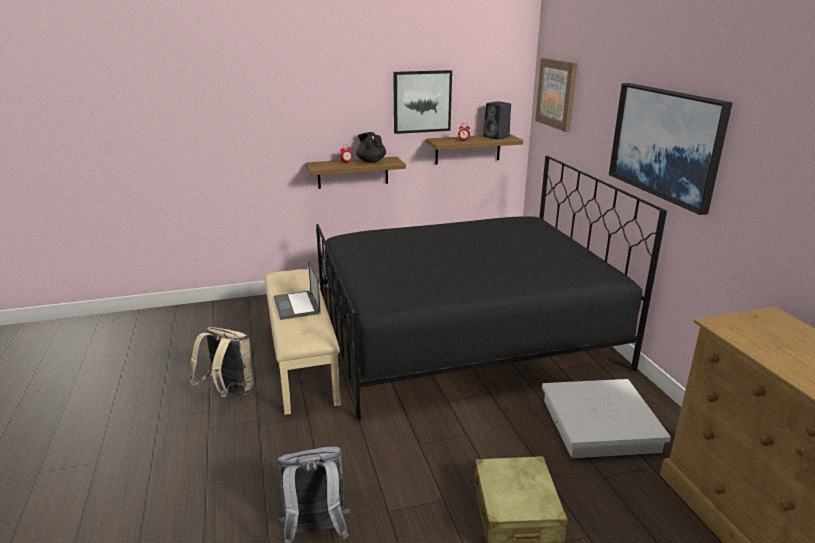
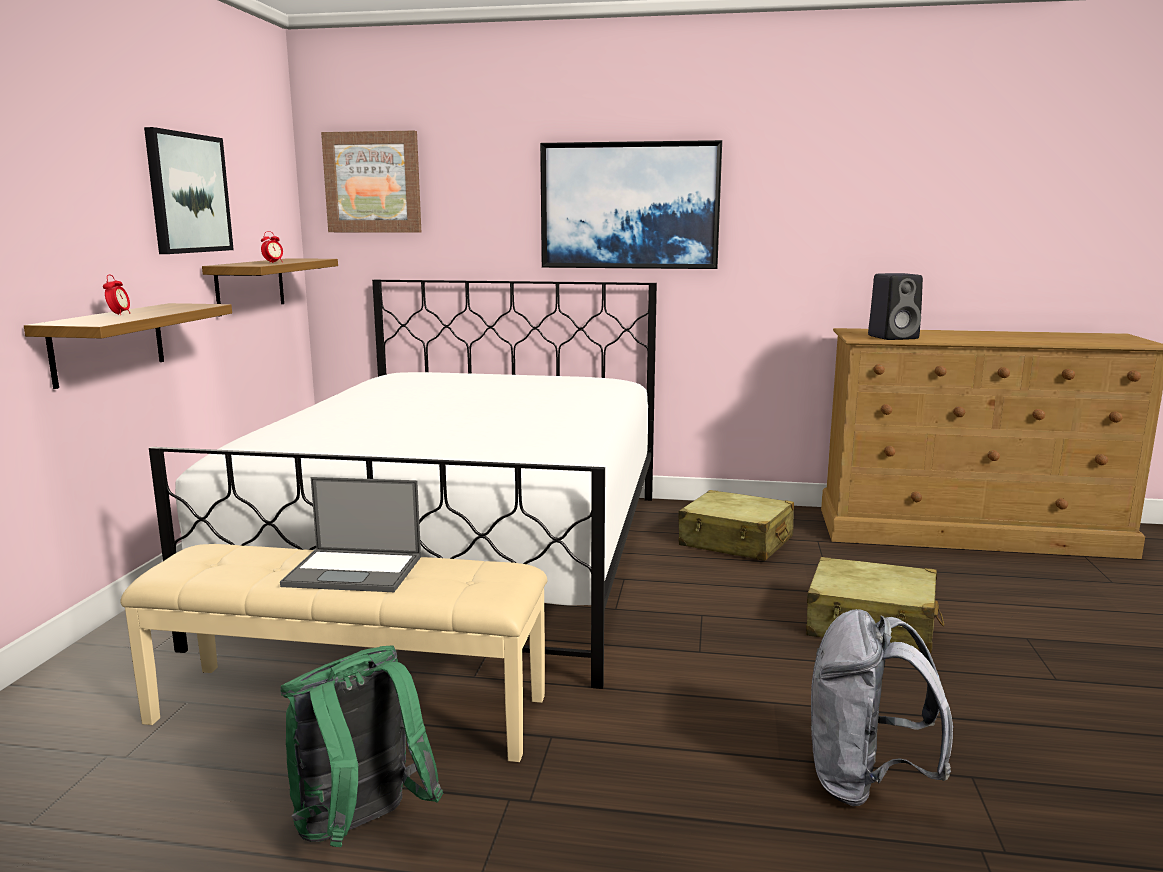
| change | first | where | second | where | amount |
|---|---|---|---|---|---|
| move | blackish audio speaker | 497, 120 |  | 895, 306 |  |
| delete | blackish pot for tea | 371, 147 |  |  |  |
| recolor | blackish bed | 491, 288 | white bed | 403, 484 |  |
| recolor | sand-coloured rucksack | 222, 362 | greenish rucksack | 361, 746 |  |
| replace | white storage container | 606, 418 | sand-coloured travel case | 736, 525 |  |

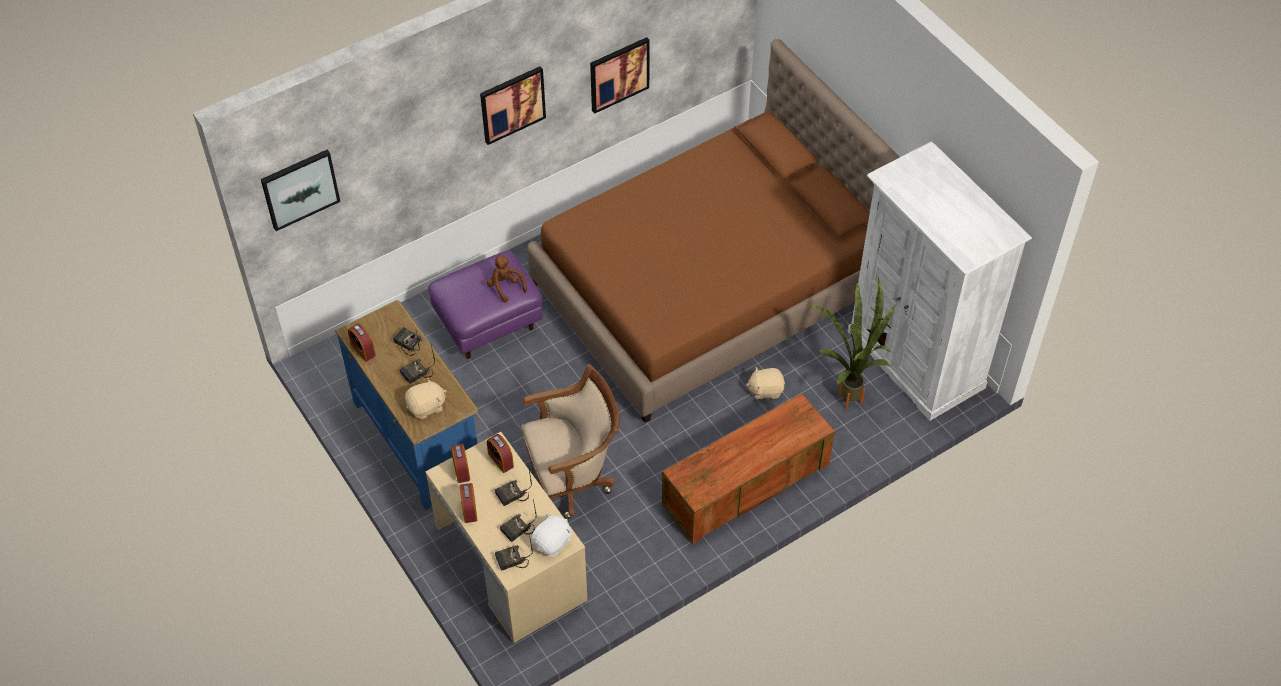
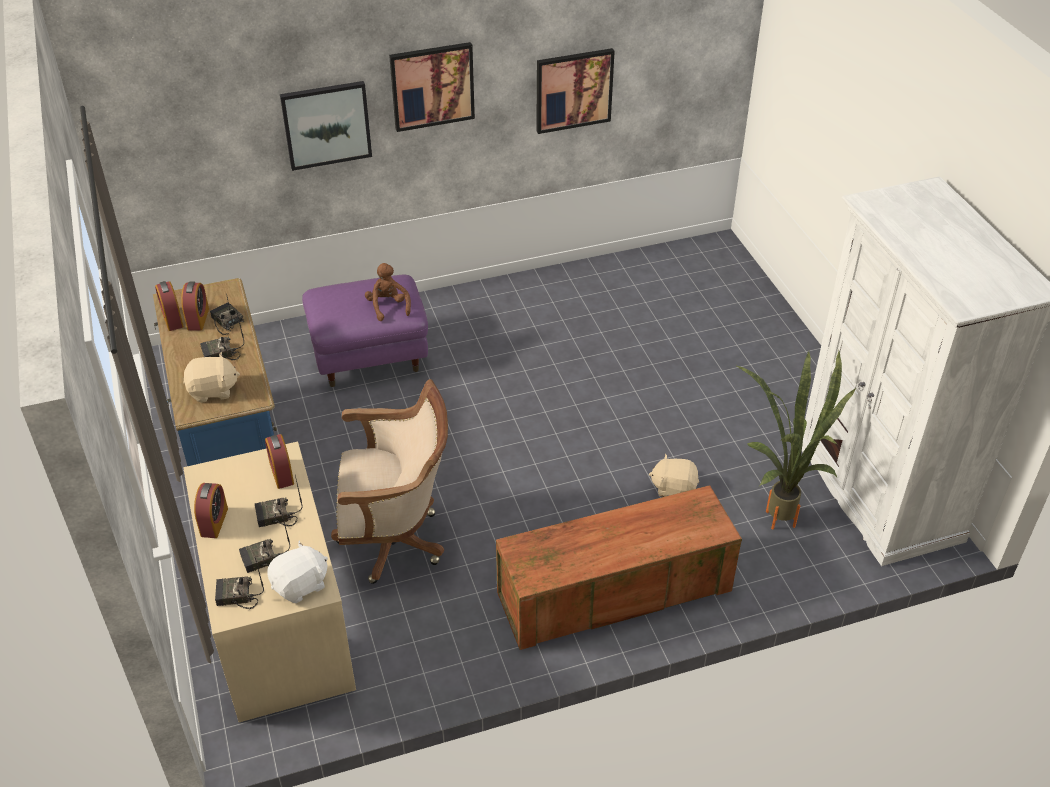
| change | first | where | second | where | amount |
|---|---|---|---|---|---|
| delete | brownish bed | 713, 231 |  |  |  |
| move | wall art | 300, 190 |  | 326, 126 |  |
| move | table clock | 460, 463 |  | 195, 306 |  |

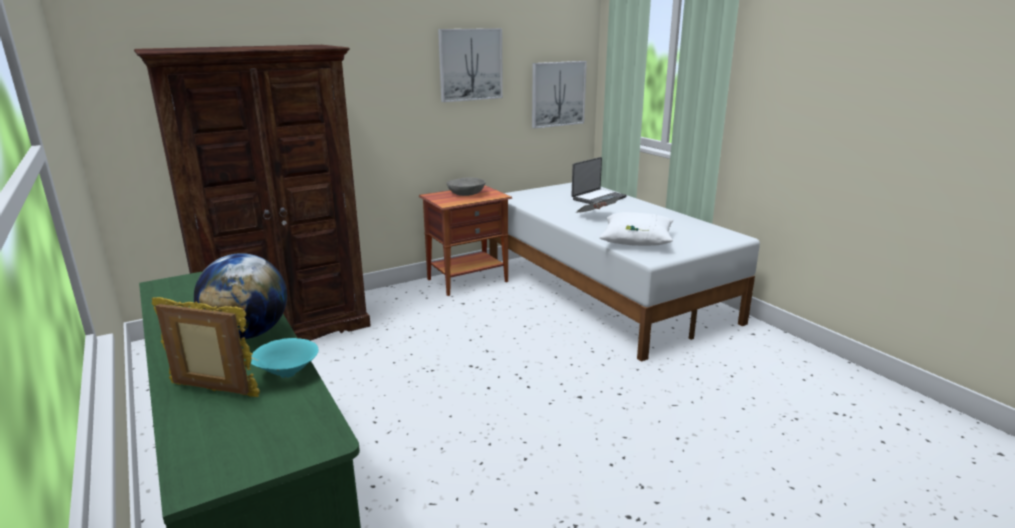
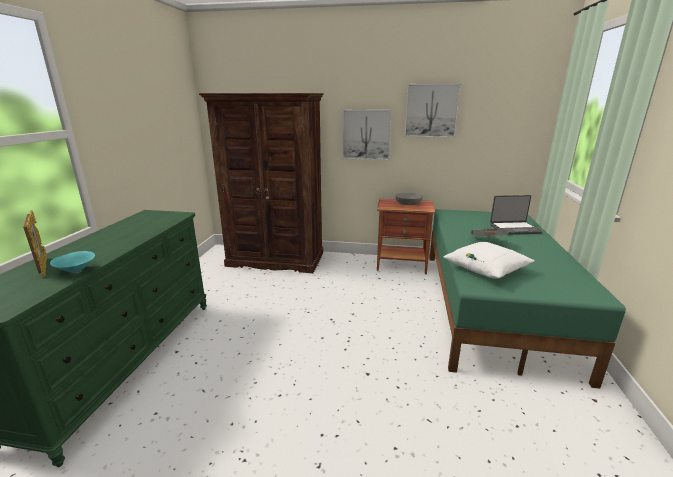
| change | first | where | second | where | amount |
|---|---|---|---|---|---|
| move | wall art | 559, 95 |  | 367, 135 |  |
| recolor | white bed | 624, 272 | greenish bed | 527, 299 |  |
| delete | globe | 240, 296 |  |  |  |

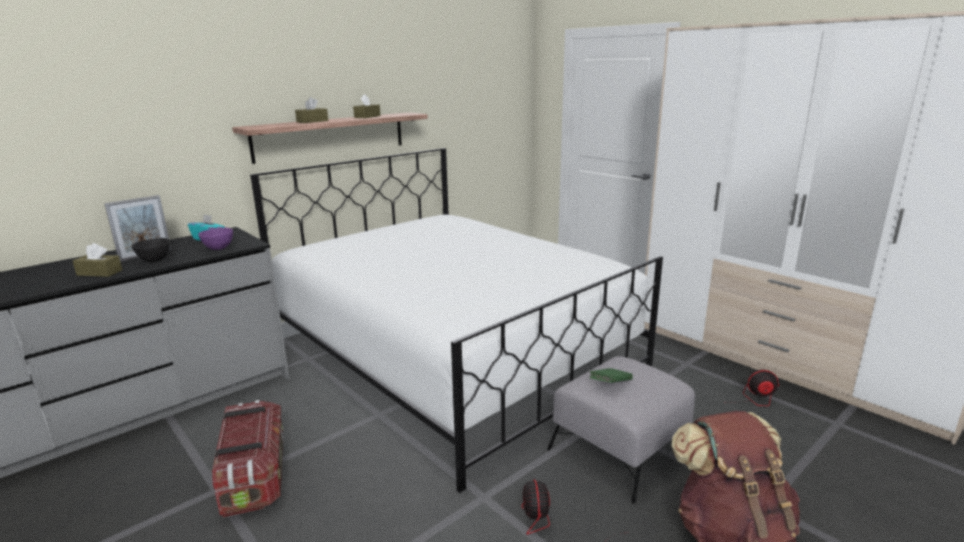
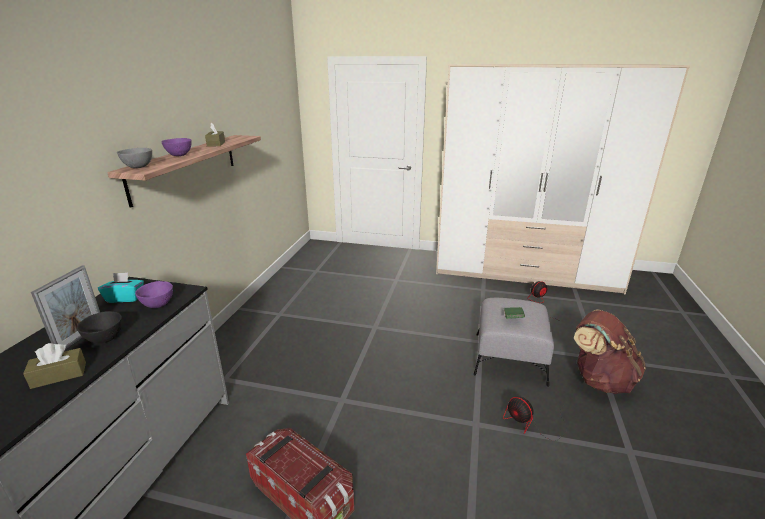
| change | first | where | second | where | amount |
|---|---|---|---|---|---|
| replace | brownish tissue holder | 311, 110 | purple deep dish | 176, 147 |  |
| delete | white bed | 456, 320 |  |  |  |
| insert |  |  | grey deep dish | 134, 158 |  |

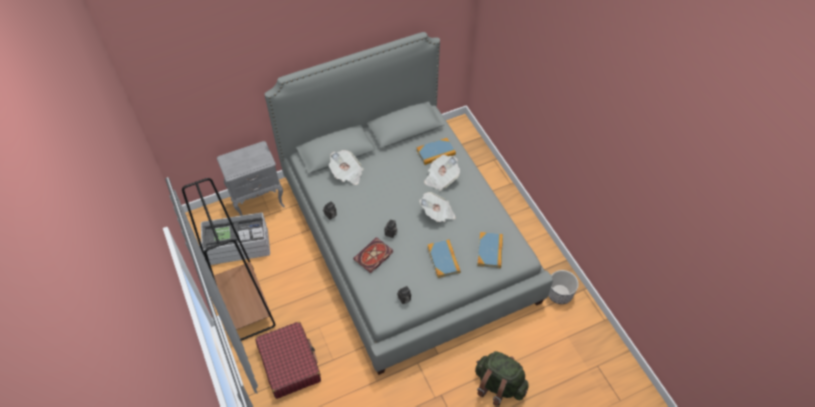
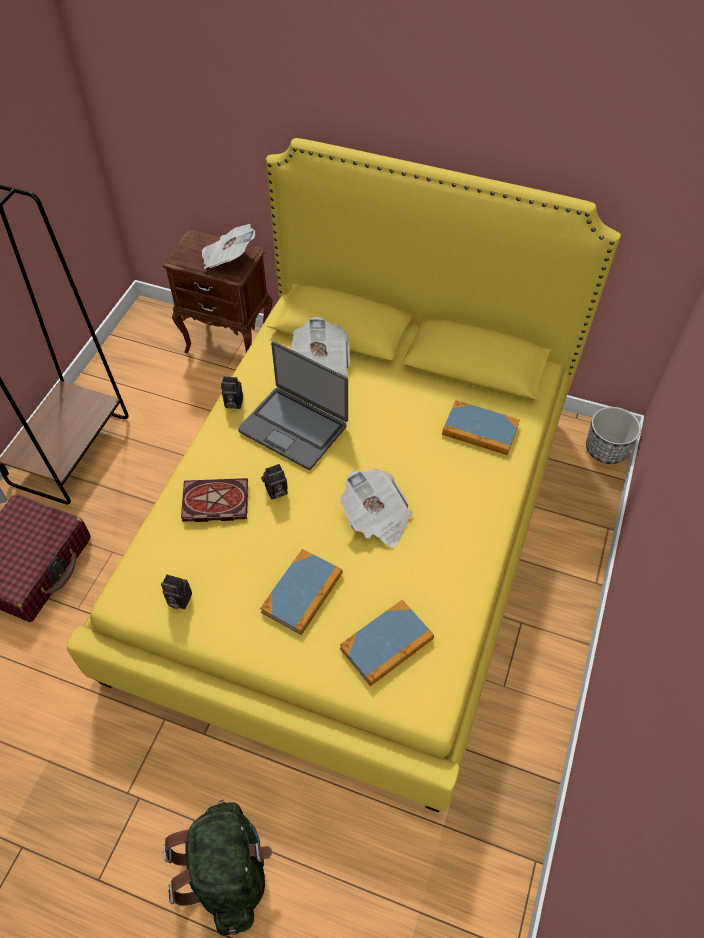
| change | first | where | second | where | amount |
|---|---|---|---|---|---|
| recolor | grey bed | 408, 203 | yellowish bed | 344, 475 |  |
| recolor | grey nightstand | 251, 178 | brownish nightstand | 217, 291 |  |
| move | newspaper | 442, 173 |  | 228, 246 |  |
| delete | grey storage container | 235, 238 |  |  |  |
| move | planter | 563, 287 |  | 613, 435 |  |
| insert |  |  | portable computer | 293, 405 |  |

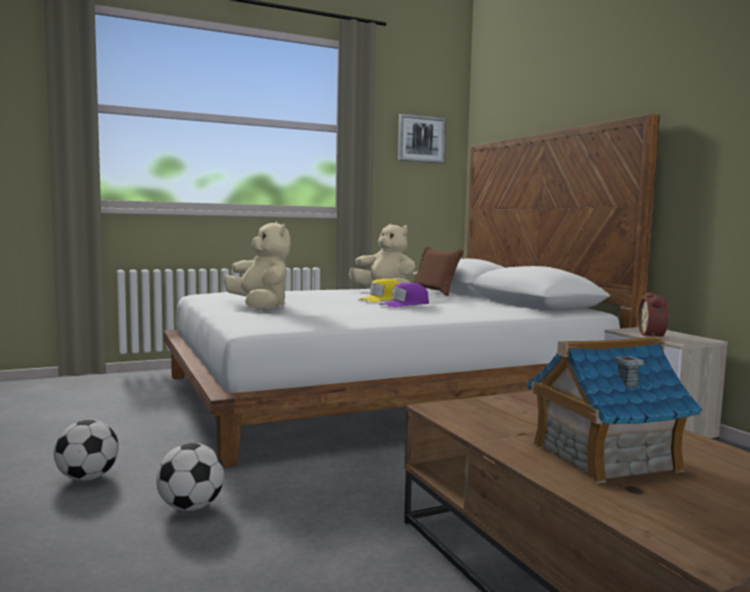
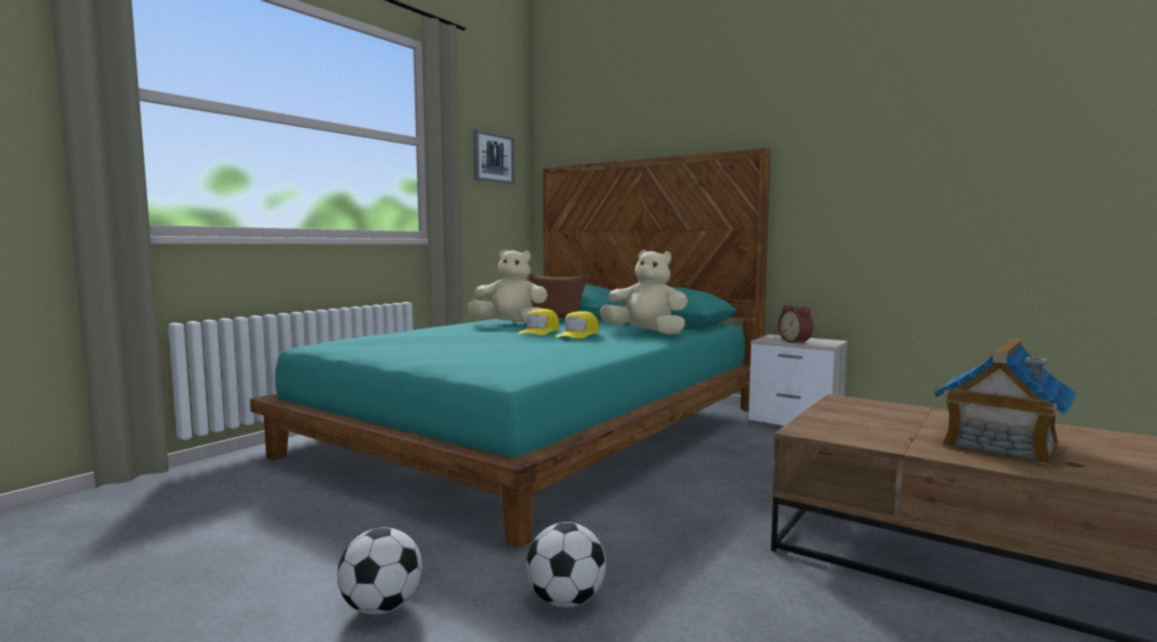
| change | first | where | second | where | amount |
|---|---|---|---|---|---|
| recolor | white bed | 412, 290 | turquoise-coloured bed | 510, 348 |  |
| move | sand-coloured soft toy | 257, 266 |  | 644, 292 |  |
| recolor | purple baseball cap | 404, 295 | yellowish baseball cap | 577, 325 |  |

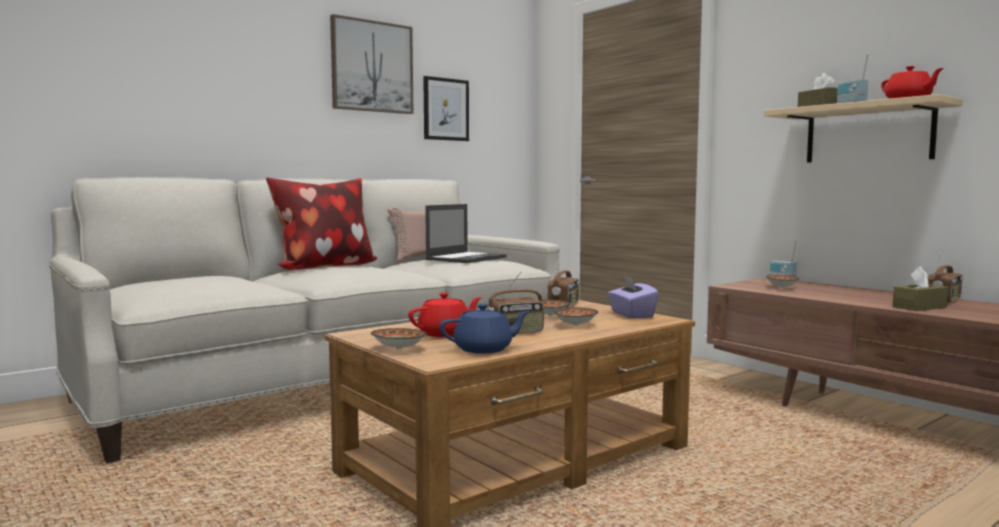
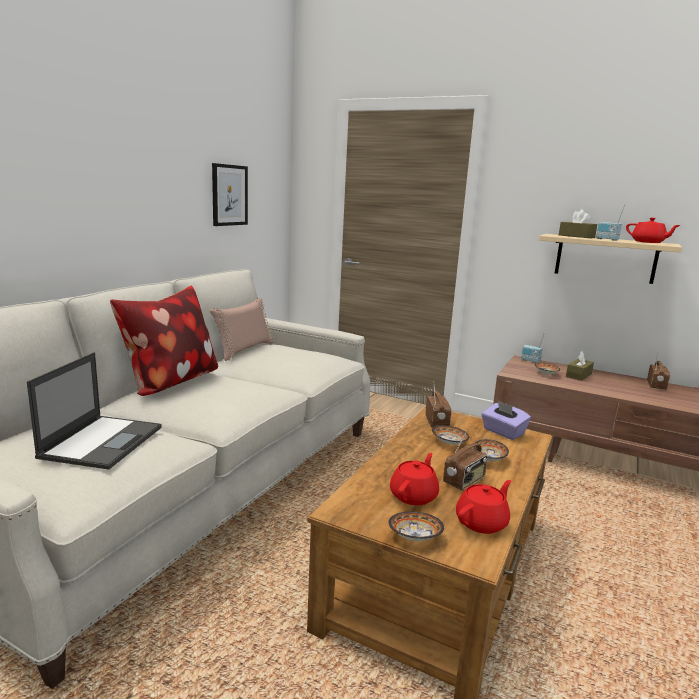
| change | first | where | second | where | amount |
|---|---|---|---|---|---|
| delete | wall art | 372, 64 |  |  |  |
| move | portable computer | 466, 233 |  | 94, 411 |  |
| move | brownish tissue holder | 920, 288 |  | 580, 366 |  |
| recolor | bluish pot for tea | 485, 329 | reddish pot for tea | 483, 507 |  |

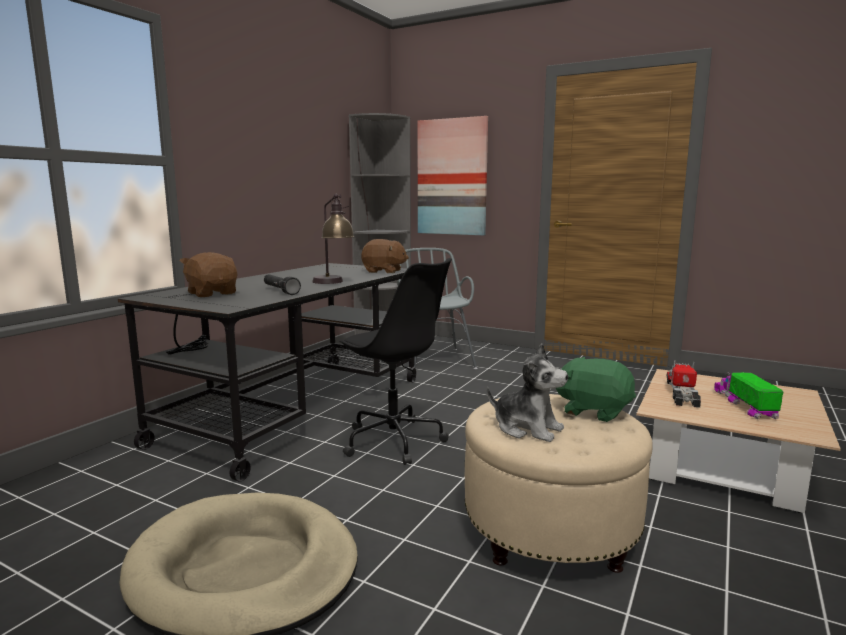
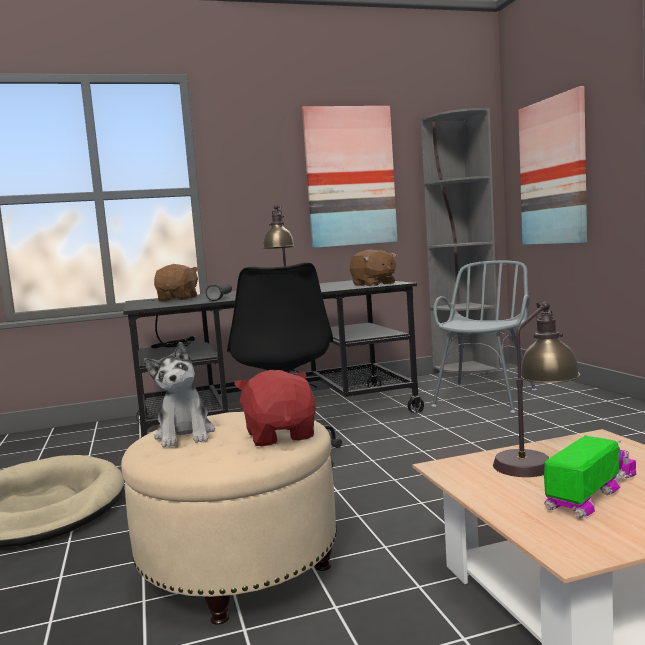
| change | first | where | second | where | amount |
|---|---|---|---|---|---|
| recolor | greenish soft toy | 596, 389 | reddish soft toy | 275, 408 |  |
| replace | model truck | 684, 384 | tabletop lamp | 537, 389 |  |
| insert |  |  | wall art | 350, 177 |  |

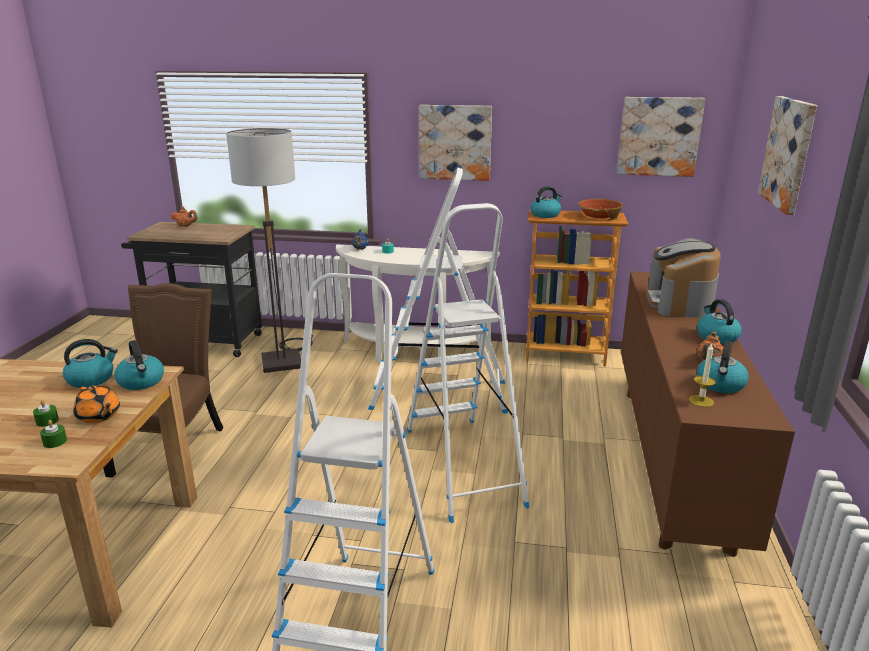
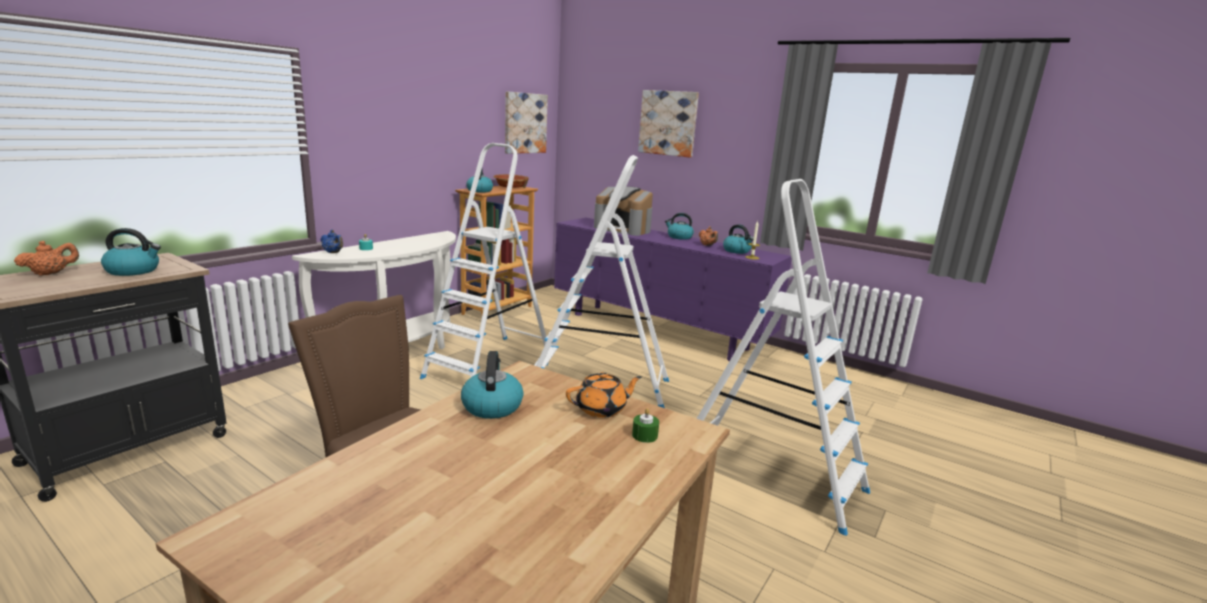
| change | first | where | second | where | amount |
|---|---|---|---|---|---|
| delete | wall art | 455, 143 |  |  |  |
| delete | standing lamp | 269, 250 |  |  |  |
| recolor | brownish cabinet | 708, 414 | purple cabinet | 673, 289 |  |
| move | tea kettle | 139, 365 |  | 131, 252 |  |
| delete | greenish candle | 46, 413 |  |  |  |

